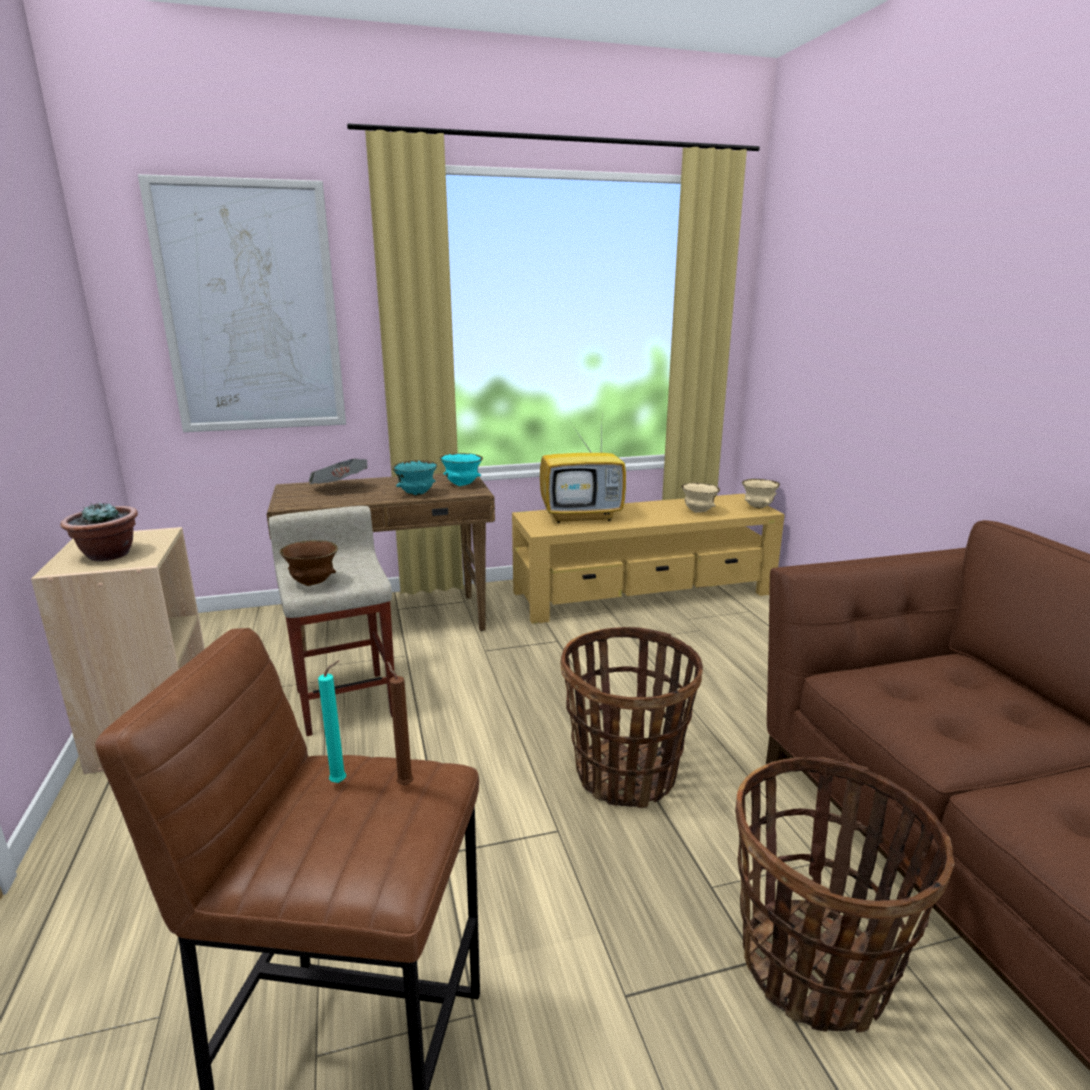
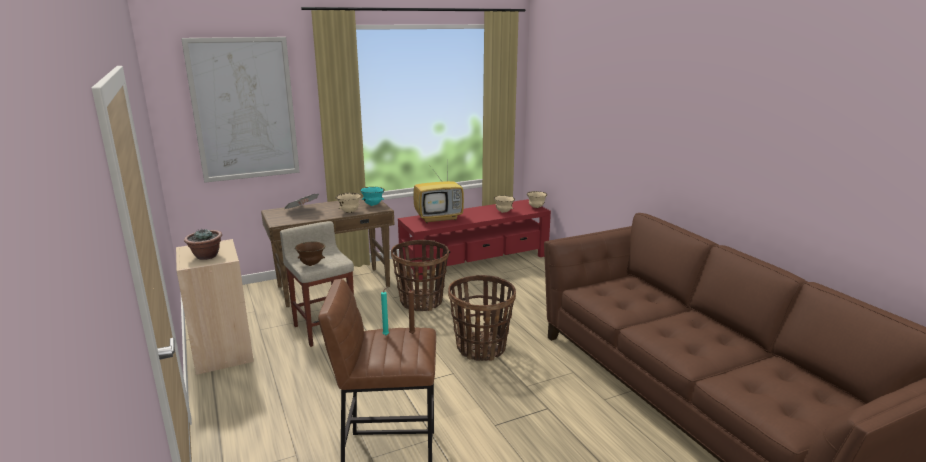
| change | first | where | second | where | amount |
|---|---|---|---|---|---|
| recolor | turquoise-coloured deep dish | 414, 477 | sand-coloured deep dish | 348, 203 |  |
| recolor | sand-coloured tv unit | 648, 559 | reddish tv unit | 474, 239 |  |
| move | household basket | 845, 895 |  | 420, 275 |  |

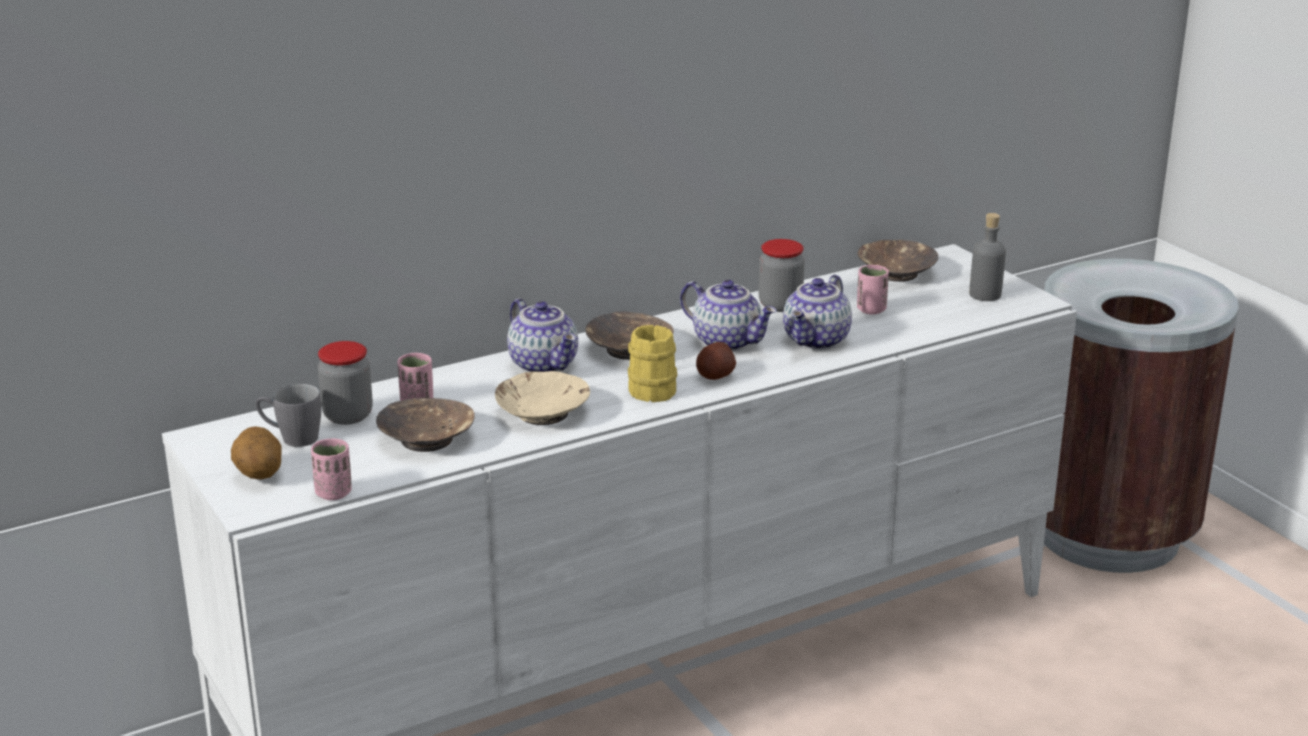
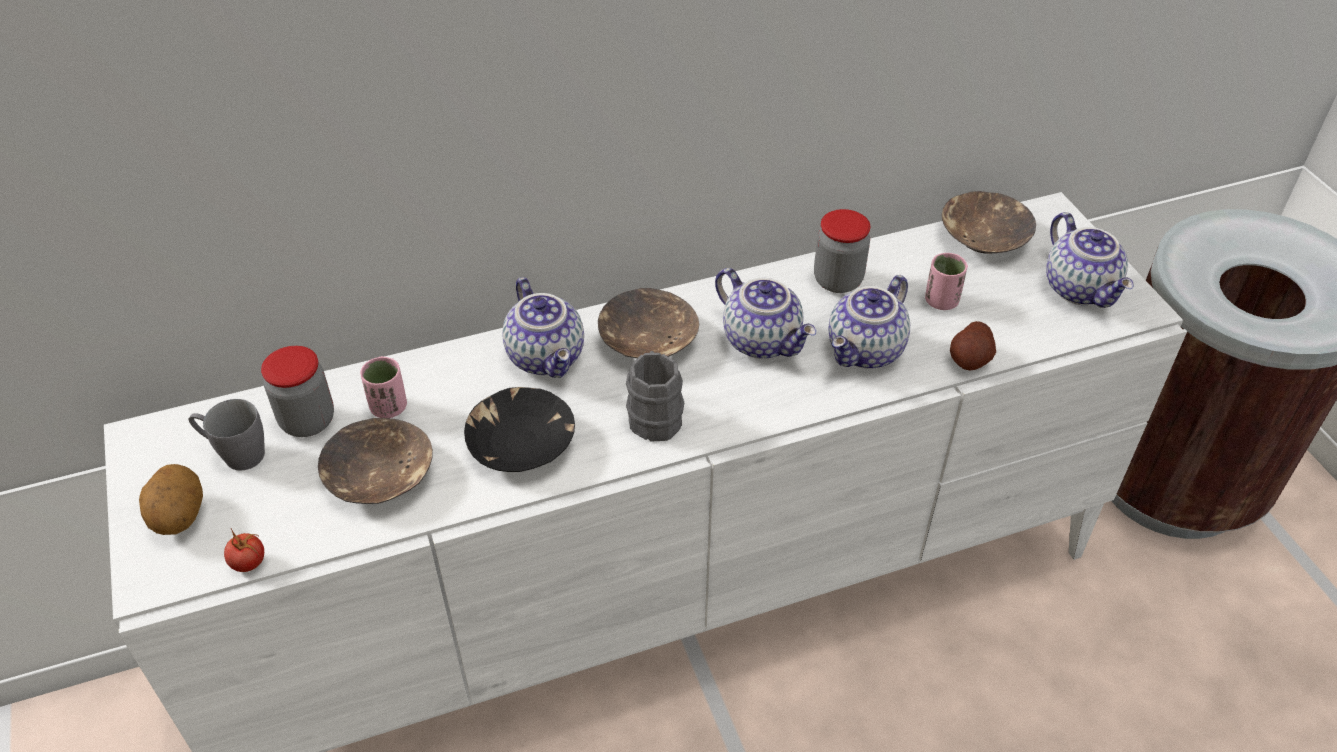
| change | first | where | second | where | amount |
|---|---|---|---|---|---|
| replace | grey bottle | 987, 257 | pot for tea | 1090, 260 |  |
| recolor | yellowish mug | 652, 363 | grey mug | 655, 396 |  |
| move | potato | 716, 361 |  | 973, 345 |  |
| recolor | sand-coloured deep dish | 542, 398 | blackish deep dish | 519, 429 |  |
| replace | pink drinking cup | 331, 469 | whole tomato | 244, 550 |  |

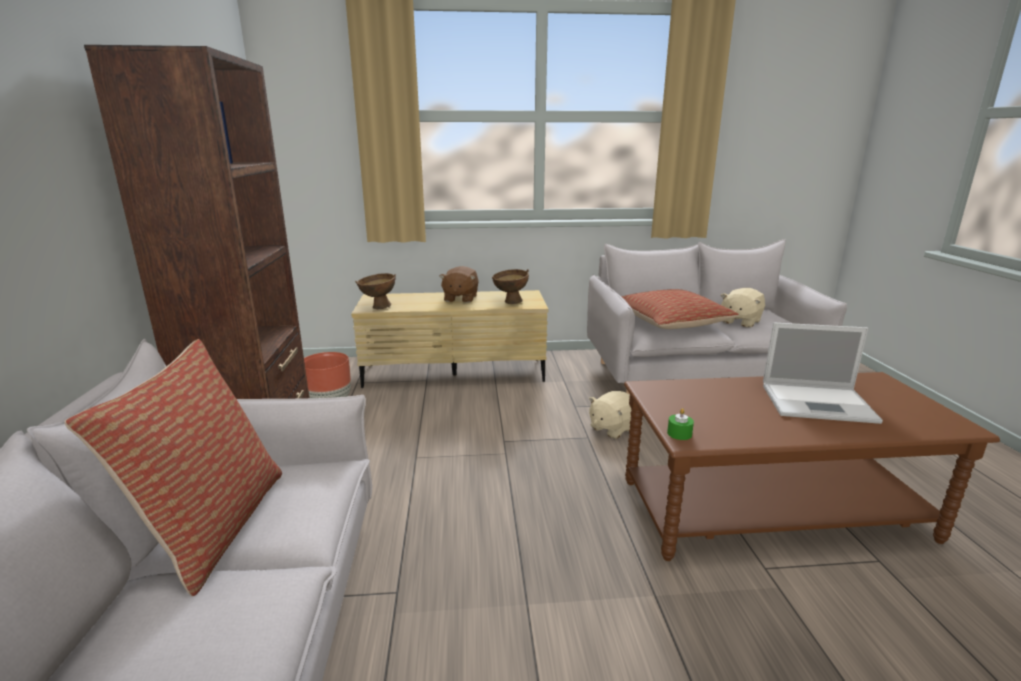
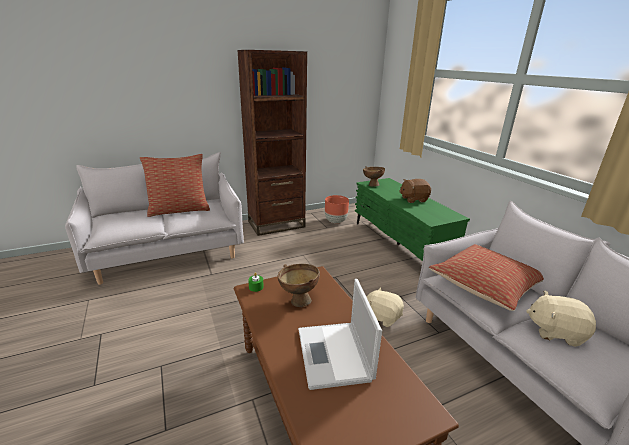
| change | first | where | second | where | amount |
|---|---|---|---|---|---|
| move | brownish deep dish | 510, 286 |  | 299, 285 |  |
| recolor | sand-coloured tv unit | 449, 339 | greenish tv unit | 412, 219 |  |

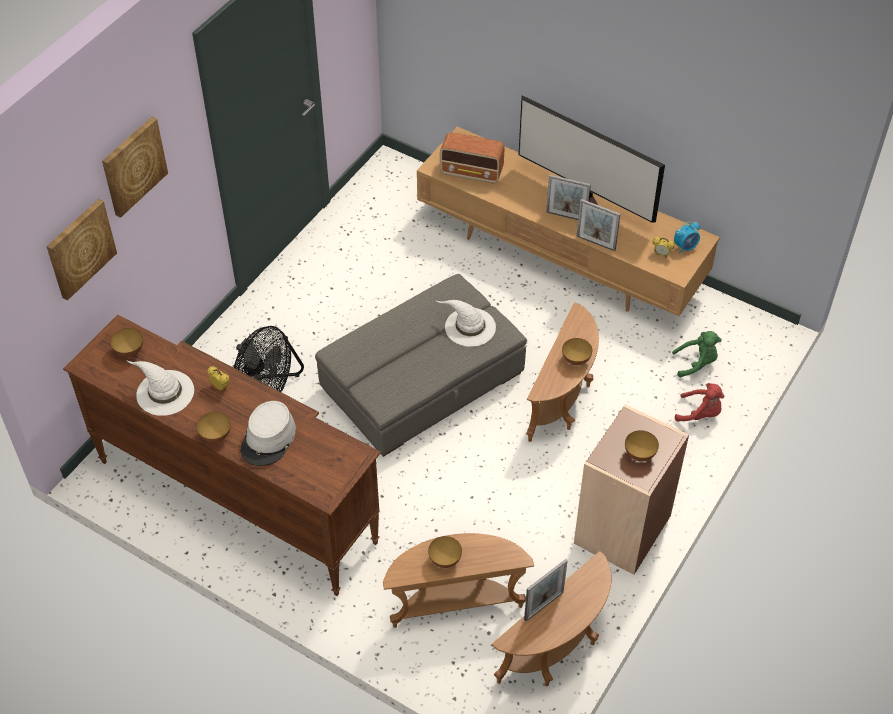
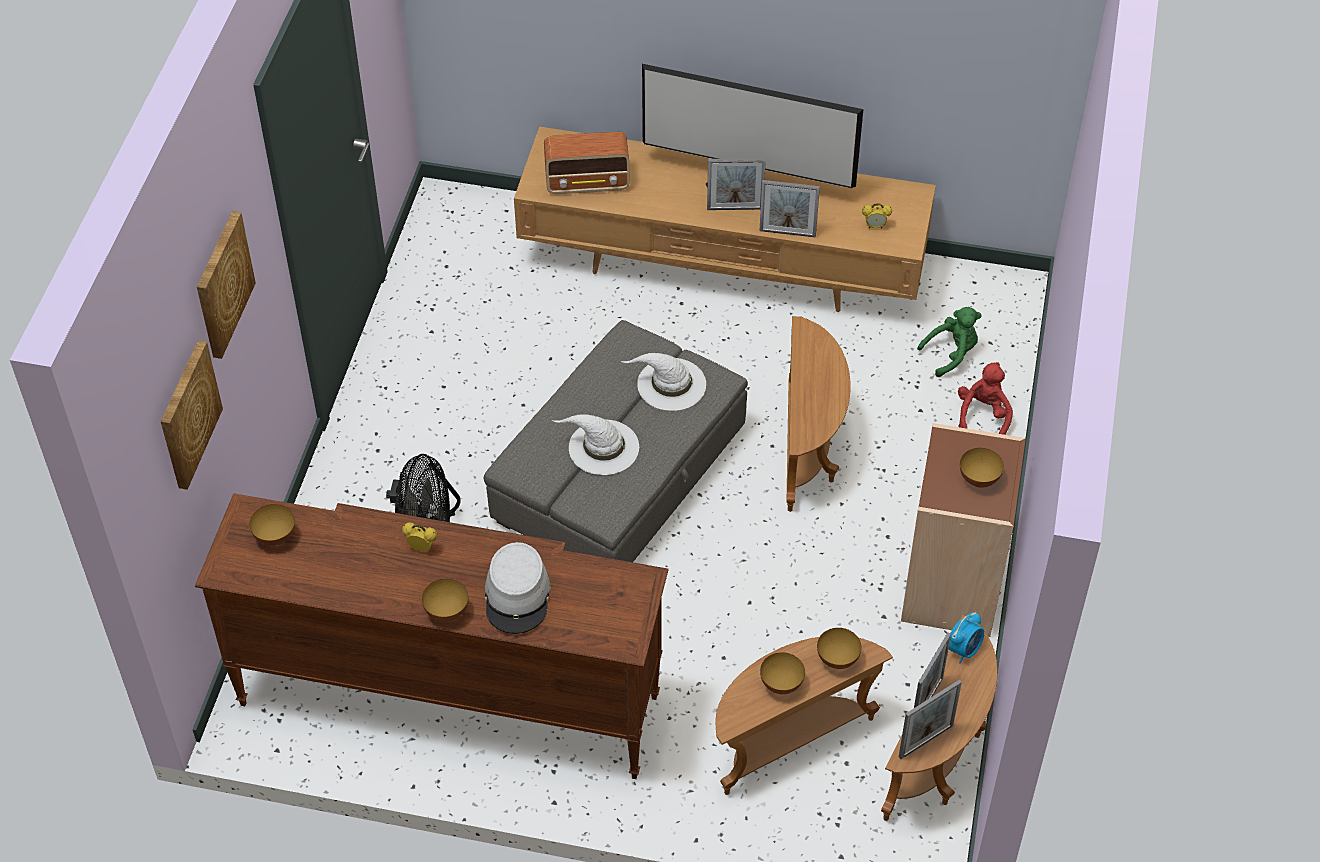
| change | first | where | second | where | amount |
|---|---|---|---|---|---|
| move | table clock | 687, 238 |  | 966, 637 |  |
| move | deep dish | 577, 352 |  | 839, 648 |  |
| move | white hat | 160, 388 |  | 595, 444 |  |
| rotate | reddish soft toy | 700, 402 |  | 985, 398 | 75 degrees counterclockwise |
| insert |  |  | photo frame | 930, 719 |  |

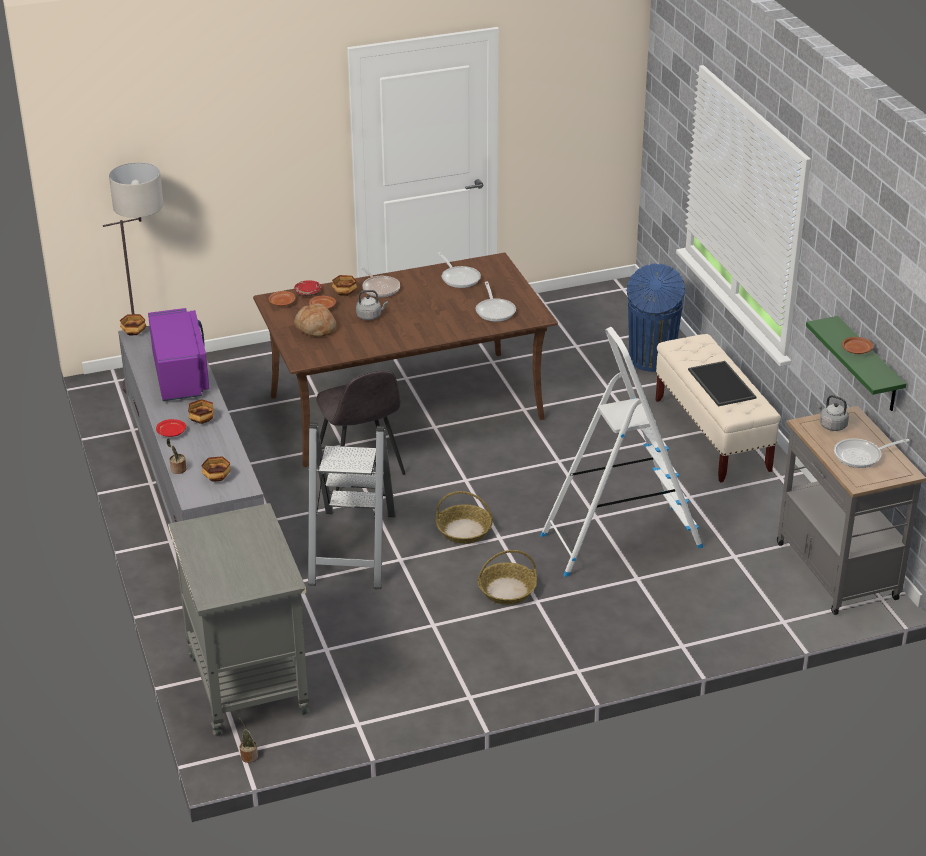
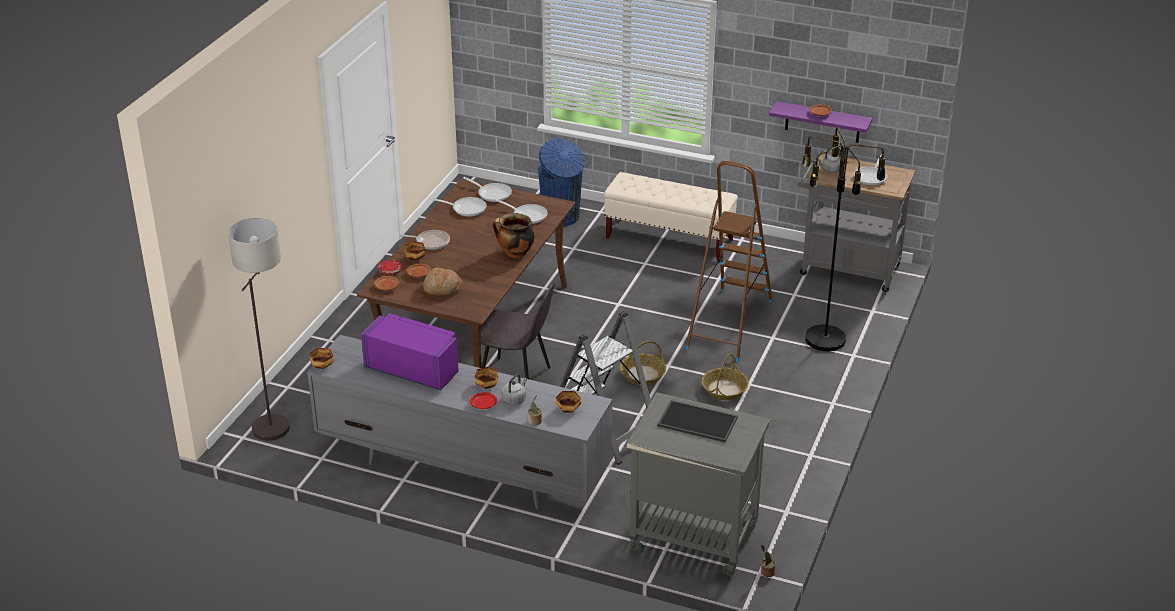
| change | first | where | second | where | amount |
|---|---|---|---|---|---|
| move | grey tea kettle | 372, 305 |  | 514, 389 |  |
| recolor | greenish shelf | 856, 363 | purple shelf | 820, 122 |  |
| recolor | white step stool | 622, 452 | brownish step stool | 729, 261 |  |
| move | carrying tray | 722, 383 |  | 697, 421 |  |
| insert |  |  | standing lamp | 843, 239 |  |
| insert |  |  | frying pan | 487, 189 |  |
| insert |  |  | stockpot | 513, 235 |  |

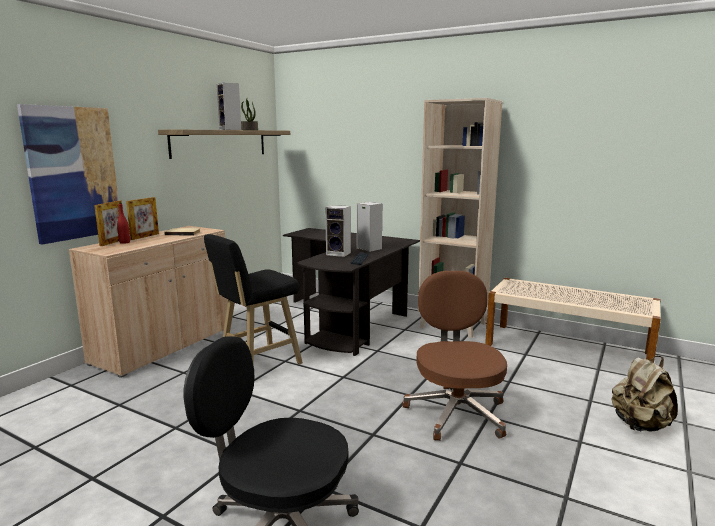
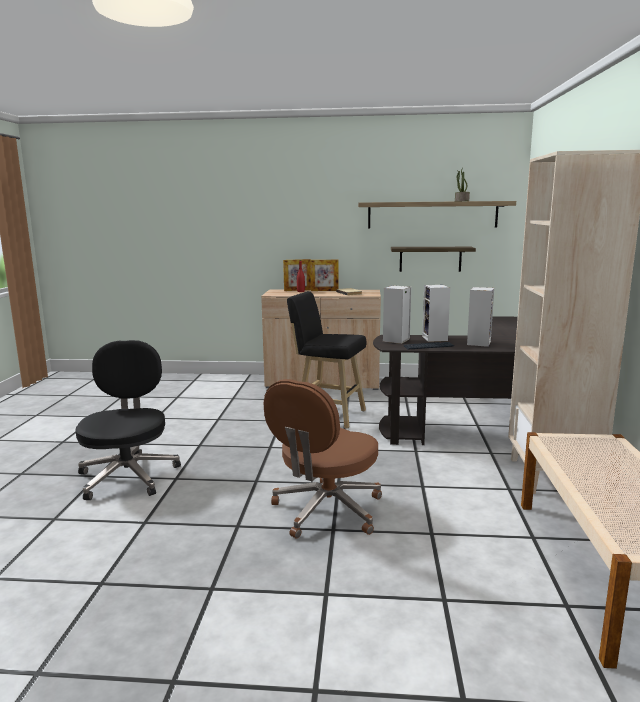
| change | first | where | second | where | amount |
|---|---|---|---|---|---|
| move | audio speaker | 228, 106 |  | 397, 314 |  |
| delete | wall art | 68, 174 |  |  |  |
| rotate | brownish office chair | 455, 356 |  | 323, 459 | 150 degrees clockwise |
| delete | sand-coloured rucksack | 645, 393 |  |  |  |
| insert |  |  | shelf | 433, 259 |  |

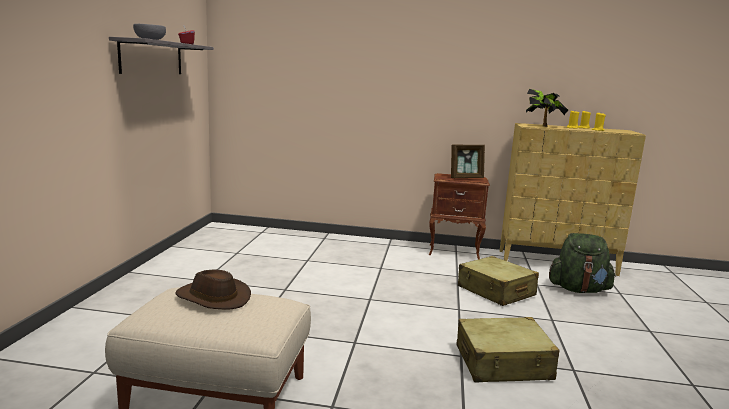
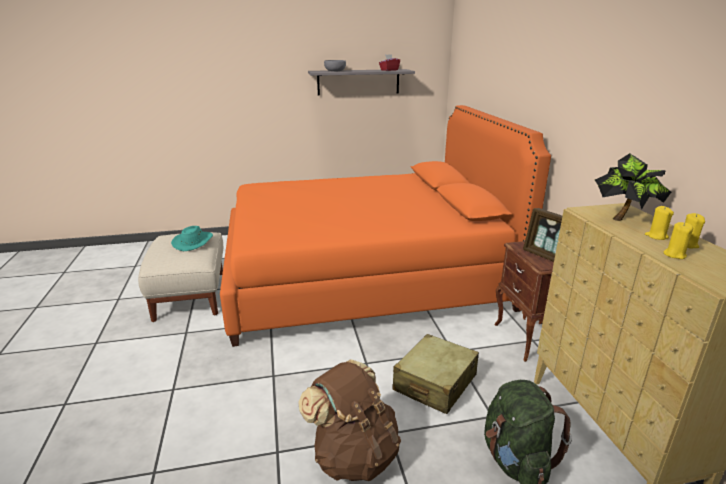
| change | first | where | second | where | amount |
|---|---|---|---|---|---|
| recolor | brownish hat | 213, 289 | turquoise-coloured hat | 192, 238 |  |
| delete | sand-coloured travel case | 508, 350 |  |  |  |
| insert |  |  | orange bed | 385, 226 |  |
| insert |  |  | brownish rucksack | 349, 420 |  |

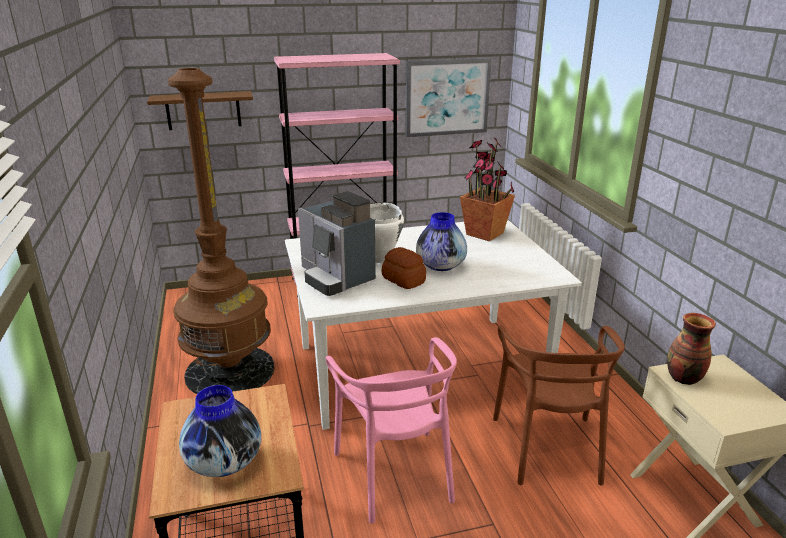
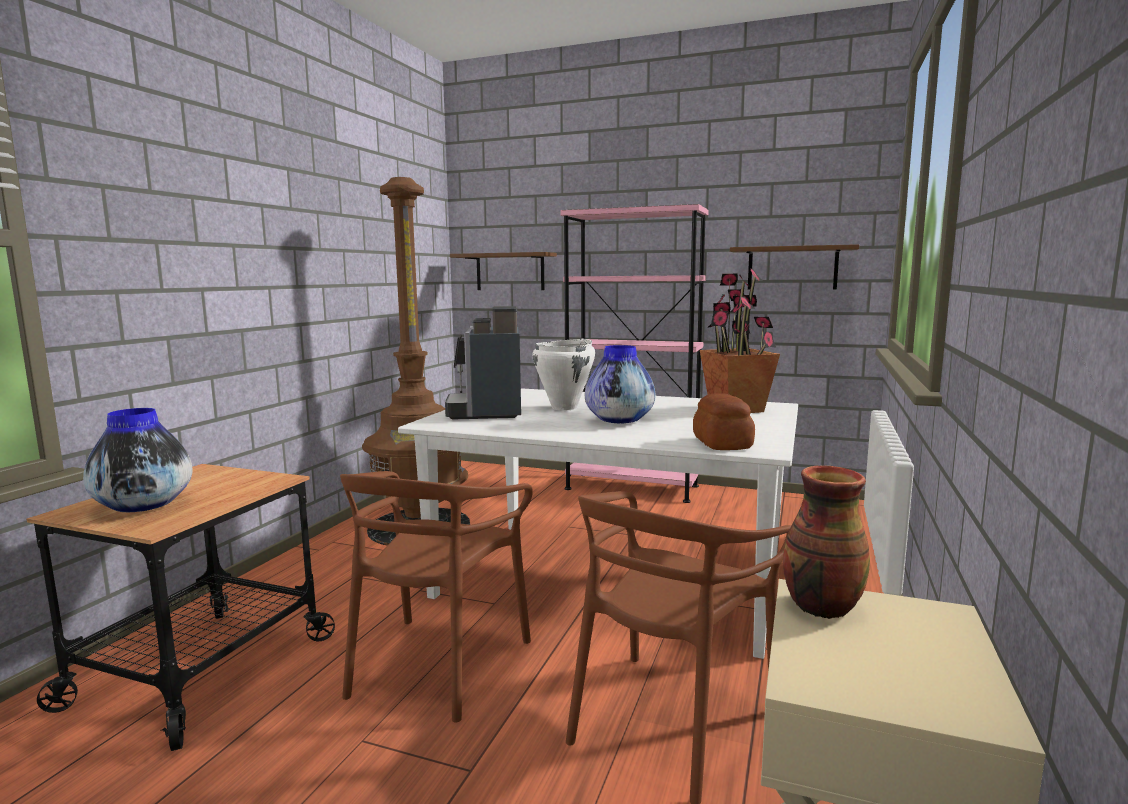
| change | first | where | second | where | amount |
|---|---|---|---|---|---|
| replace | wall art | 448, 97 | brownish shelf | 794, 266 |  |
| move | baked bread | 404, 268 |  | 724, 421 |  |
| recolor | pink chair | 391, 430 | brownish chair | 436, 597 |  |

